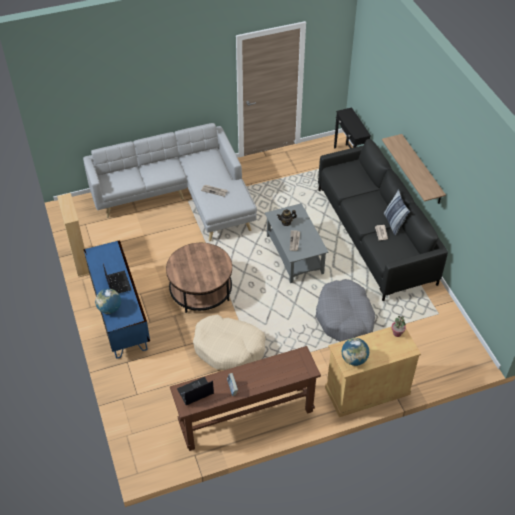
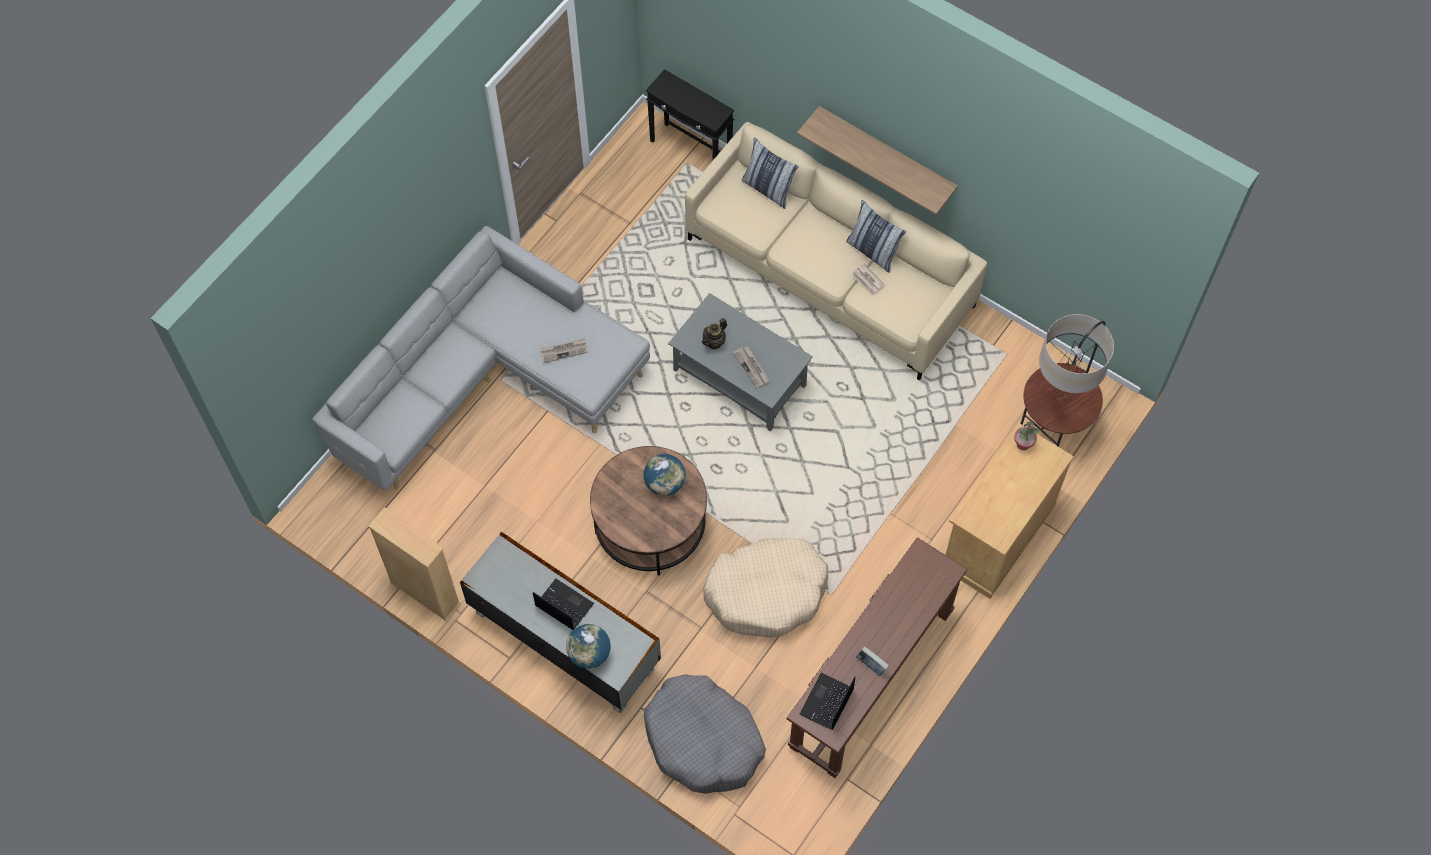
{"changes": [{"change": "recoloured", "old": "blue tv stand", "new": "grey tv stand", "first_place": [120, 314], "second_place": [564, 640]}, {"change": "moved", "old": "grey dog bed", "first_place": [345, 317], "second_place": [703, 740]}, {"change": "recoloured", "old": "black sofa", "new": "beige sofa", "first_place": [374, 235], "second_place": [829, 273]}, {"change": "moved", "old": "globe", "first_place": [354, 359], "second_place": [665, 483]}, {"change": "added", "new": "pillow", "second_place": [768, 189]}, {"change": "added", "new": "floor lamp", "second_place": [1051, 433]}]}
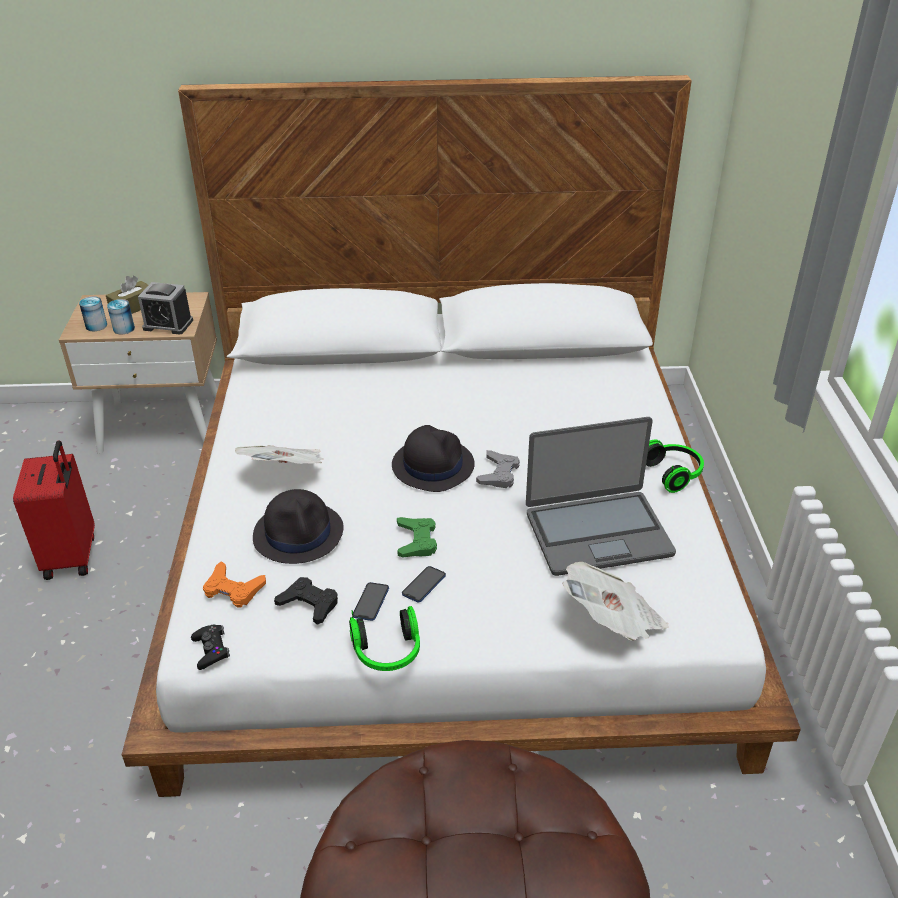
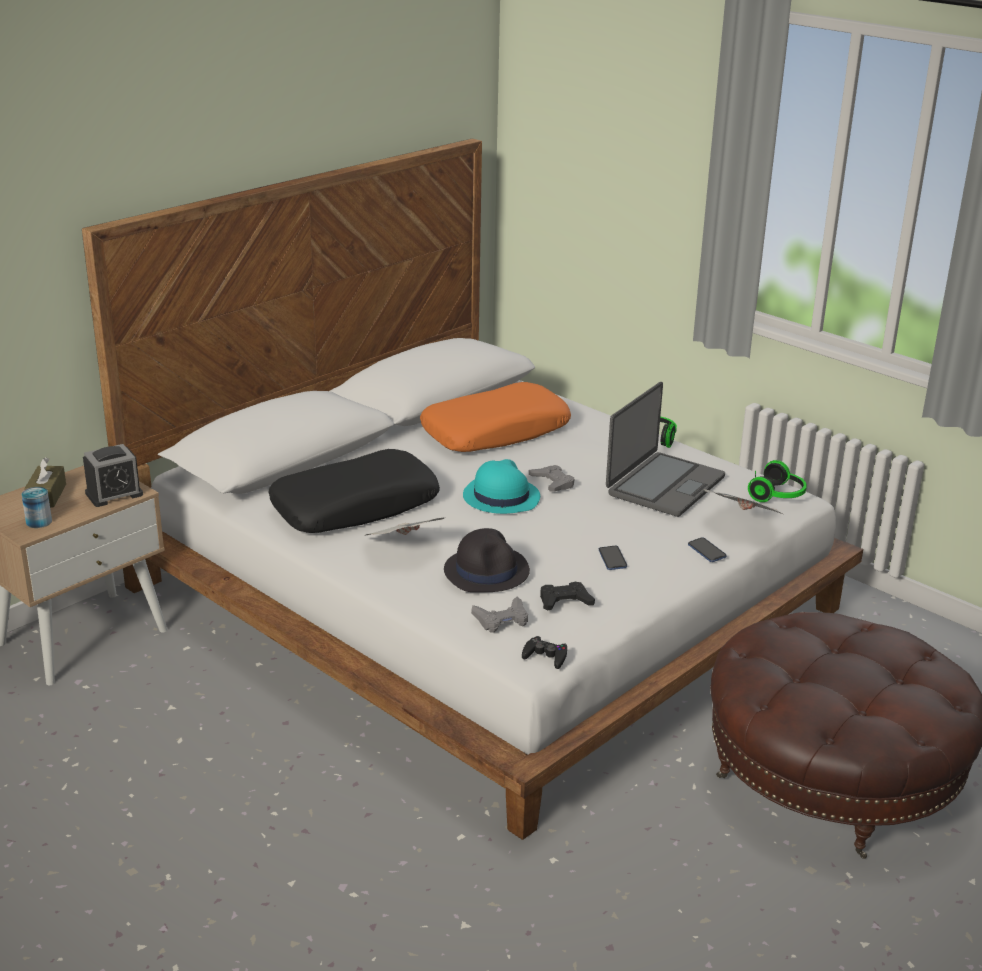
{"changes": [{"change": "removed", "old": "red suitcase", "first_place": [72, 556]}, {"change": "removed", "old": "can", "first_place": [124, 329]}, {"change": "recoloured", "old": "orange game controller", "new": "grey game controller", "first_place": [233, 589], "second_place": [501, 620]}, {"change": "moved", "old": "headphones", "first_place": [388, 653], "second_place": [779, 495]}, {"change": "moved", "old": "phone", "first_place": [371, 602], "second_place": [706, 551]}, {"change": "recoloured", "old": "black hat", "new": "turquoise hat", "first_place": [432, 465], "second_place": [500, 496]}, {"change": "removed", "old": "green game controller", "first_place": [416, 541]}, {"change": "added", "new": "black pillow", "second_place": [355, 507]}, {"change": "added", "new": "orange pillow", "second_place": [495, 432]}]}
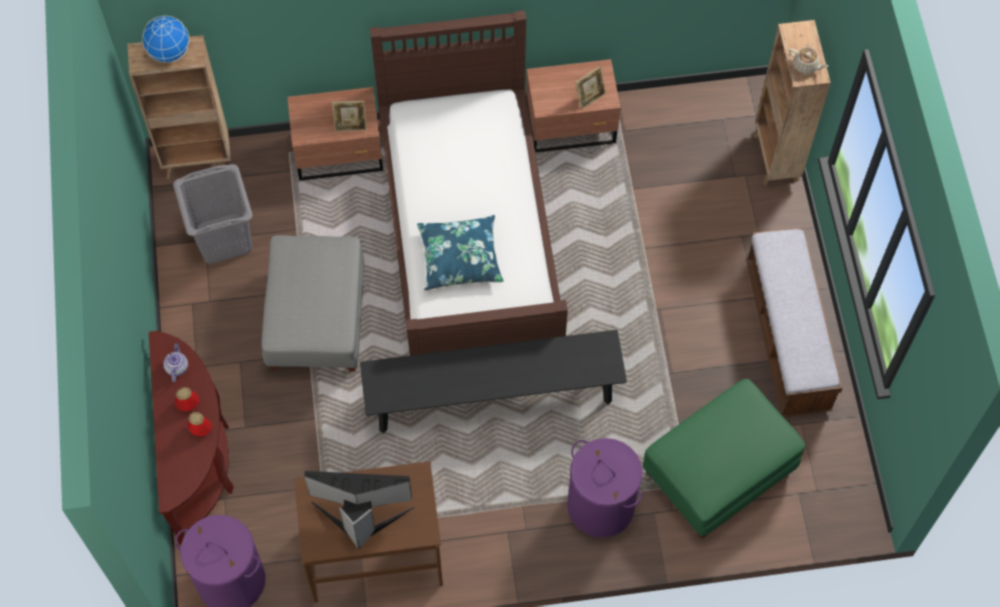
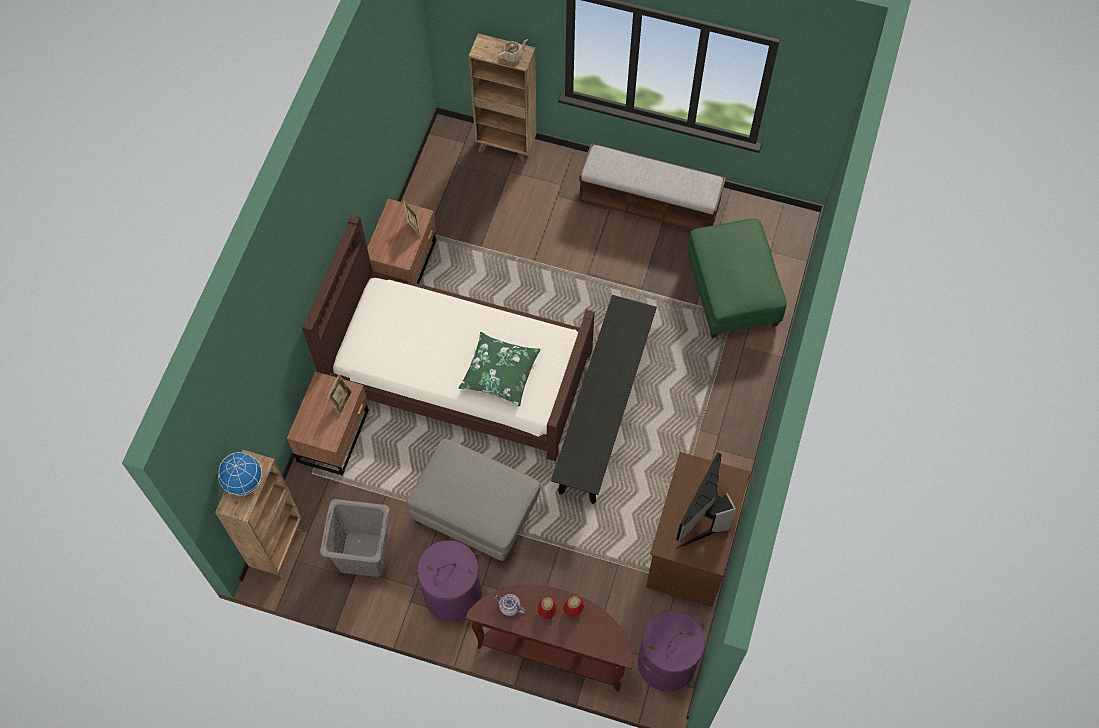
{"changes": [{"change": "recoloured", "old": "blue pillow", "new": "green pillow", "first_place": [460, 258], "second_place": [500, 373]}, {"change": "moved", "old": "purple laundry basket", "first_place": [601, 506], "second_place": [453, 594]}]}
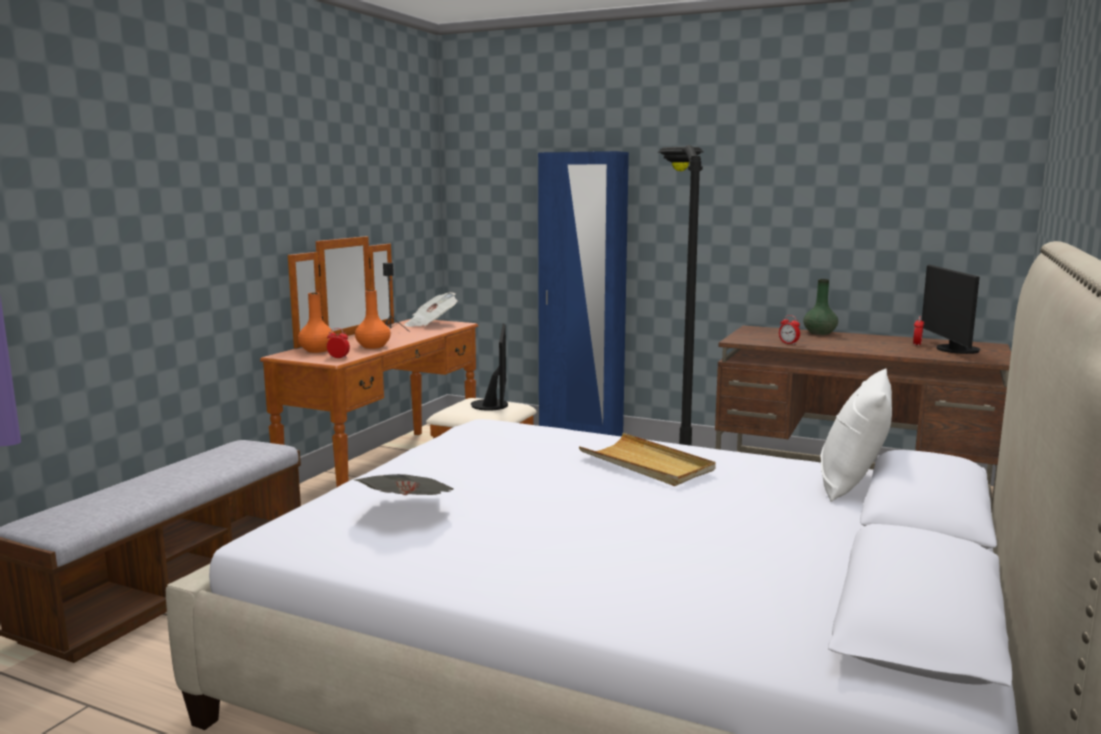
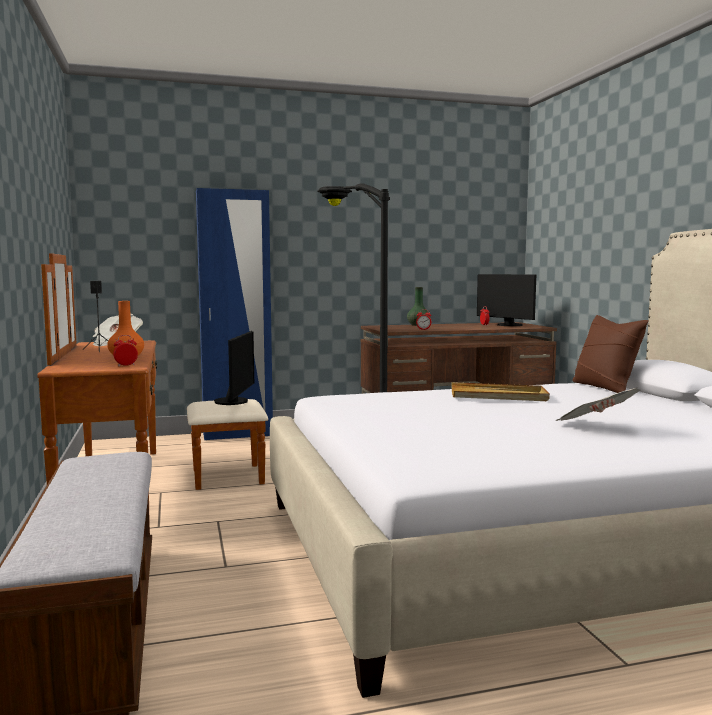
{"changes": [{"change": "removed", "old": "orange vase", "first_place": [317, 350]}, {"change": "moved", "old": "newspaper", "first_place": [408, 511], "second_place": [595, 426]}, {"change": "turned", "old": "monitor", "first_place": [494, 405], "second_place": [235, 401], "degrees": 45}, {"change": "recoloured", "old": "white pillow", "new": "brown pillow", "first_place": [851, 484], "second_place": [605, 387]}]}
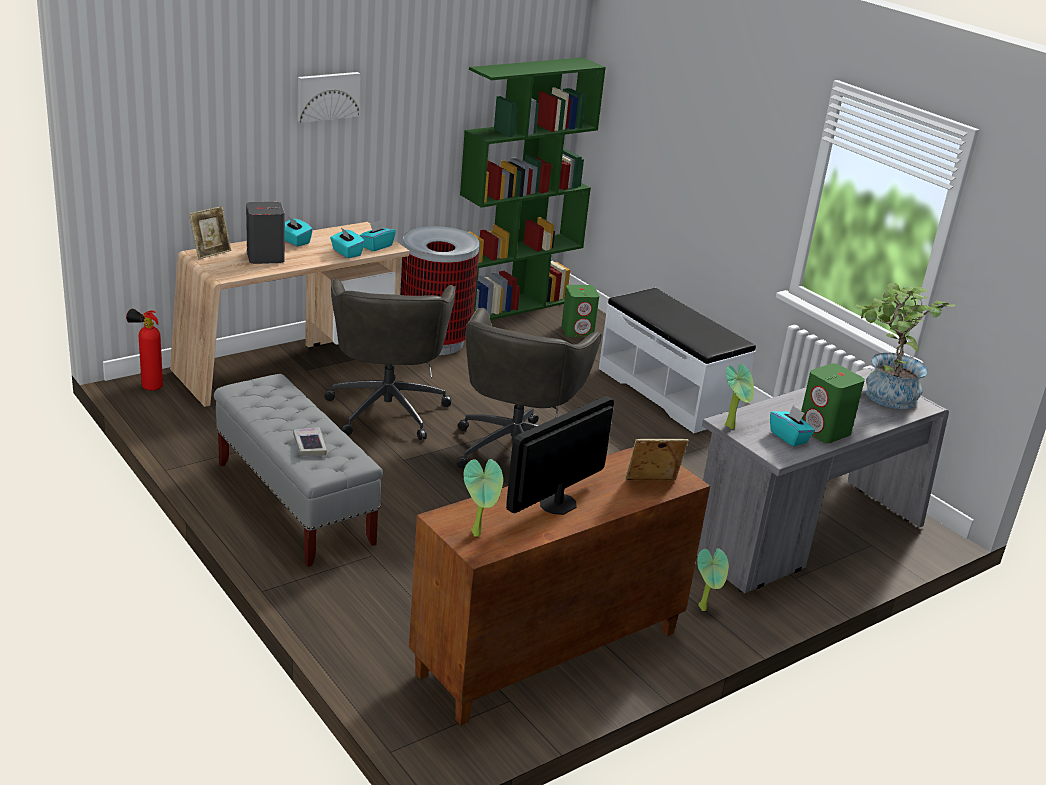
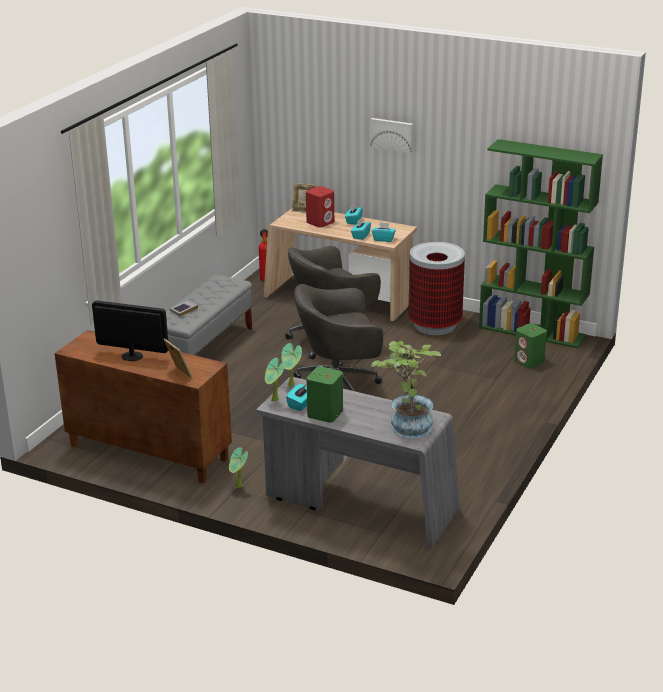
{"changes": [{"change": "recoloured", "old": "grey speaker", "new": "red speaker", "first_place": [265, 257], "second_place": [320, 222]}, {"change": "moved", "old": "potted plant", "first_place": [479, 533], "second_place": [274, 401]}, {"change": "removed", "old": "white bench", "first_place": [669, 392]}]}
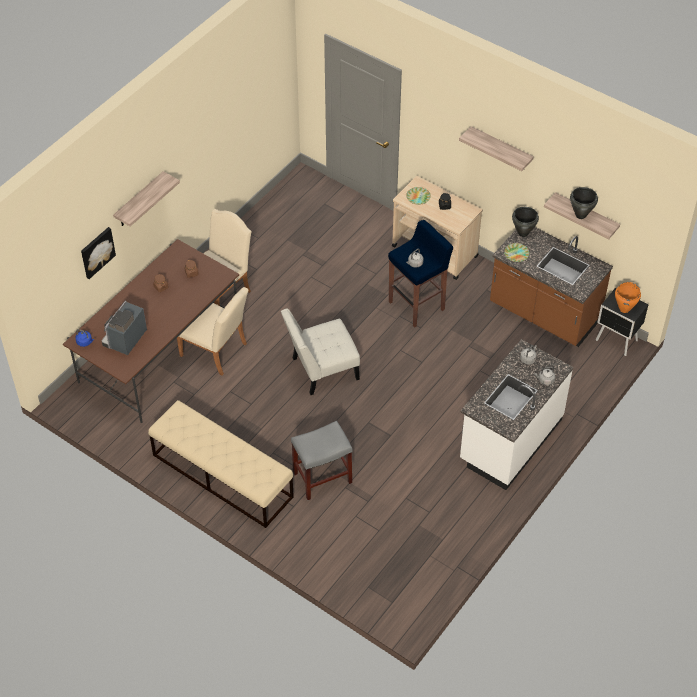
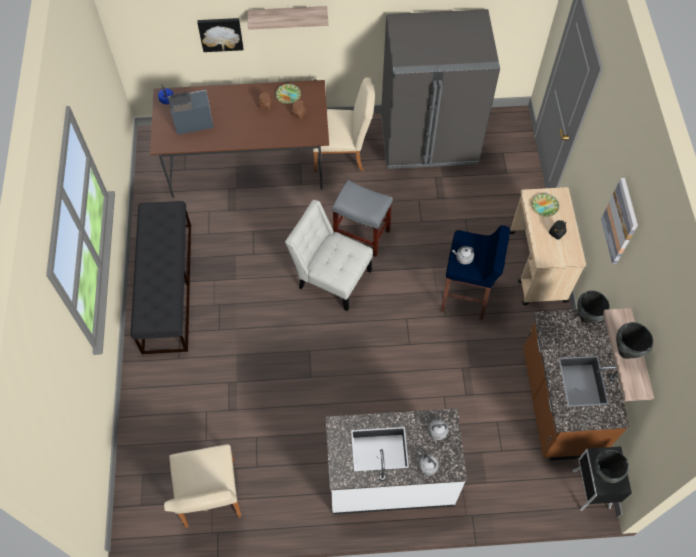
{"changes": [{"change": "recoloured", "old": "beige bench", "new": "black bench", "first_place": [222, 476], "second_place": [167, 286]}, {"change": "moved", "old": "beige chair", "first_place": [217, 352], "second_place": [210, 498]}, {"change": "moved", "old": "grey stool", "first_place": [323, 477], "second_place": [362, 235]}, {"change": "replaced", "old": "shelf", "new": "picture", "first_place": [501, 149], "second_place": [620, 221]}, {"change": "moved", "old": "plate", "first_place": [516, 254], "second_place": [288, 95]}, {"change": "recoloured", "old": "orange cooking pot", "new": "black cooking pot", "first_place": [624, 309], "second_place": [602, 474]}, {"change": "added", "new": "grey fridge", "second_place": [429, 141]}]}
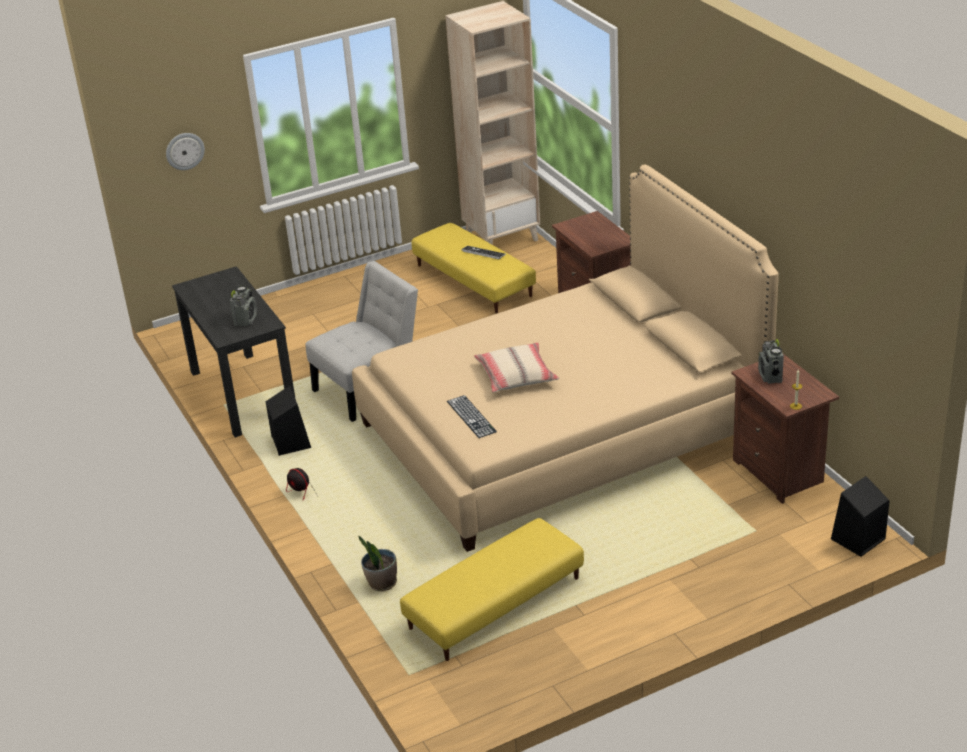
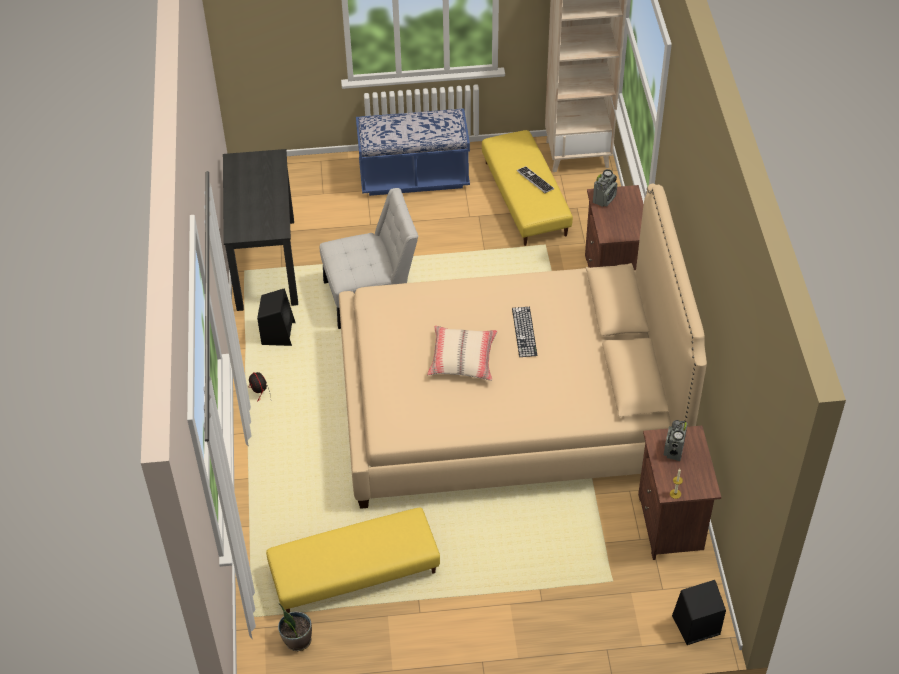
{"changes": [{"change": "removed", "old": "wall clock", "first_place": [184, 151]}, {"change": "moved", "old": "radio", "first_place": [246, 320], "second_place": [604, 199]}, {"change": "moved", "old": "potted plant", "first_place": [381, 583], "second_place": [297, 640]}, {"change": "moved", "old": "keyboard", "first_place": [471, 416], "second_place": [524, 332]}, {"change": "added", "new": "blue bench", "second_place": [414, 177]}]}
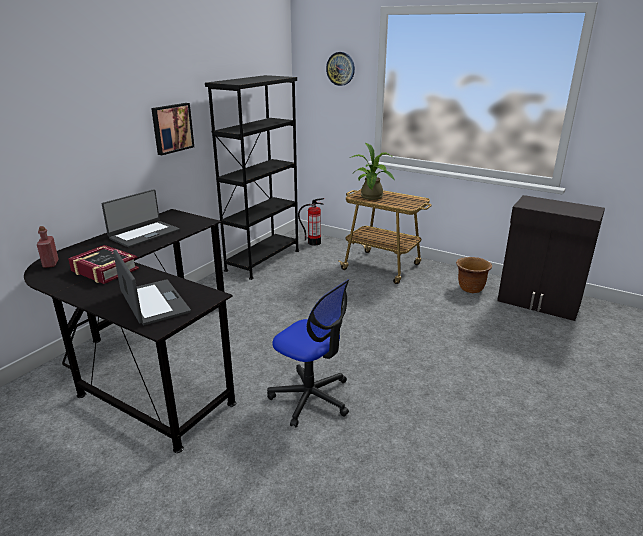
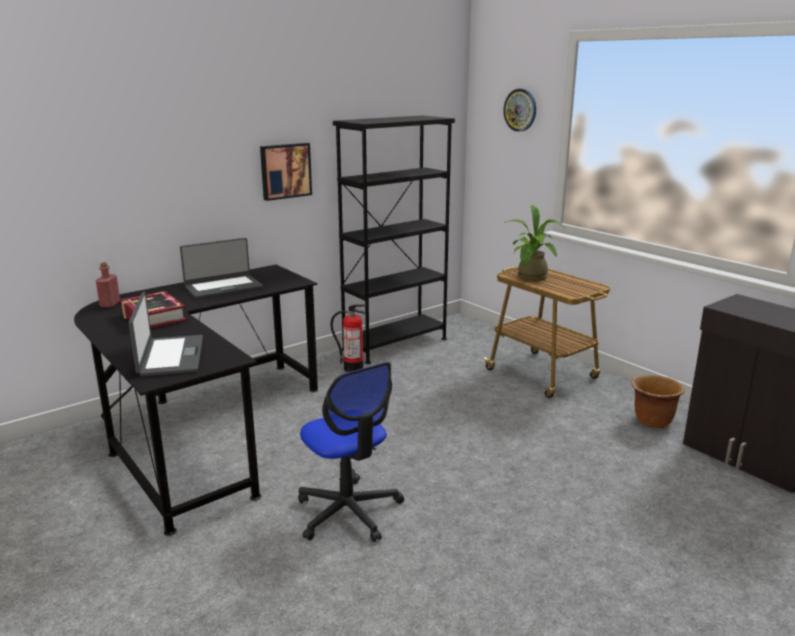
{"changes": [{"change": "moved", "old": "fire extinguisher", "first_place": [314, 242], "second_place": [353, 368]}]}
